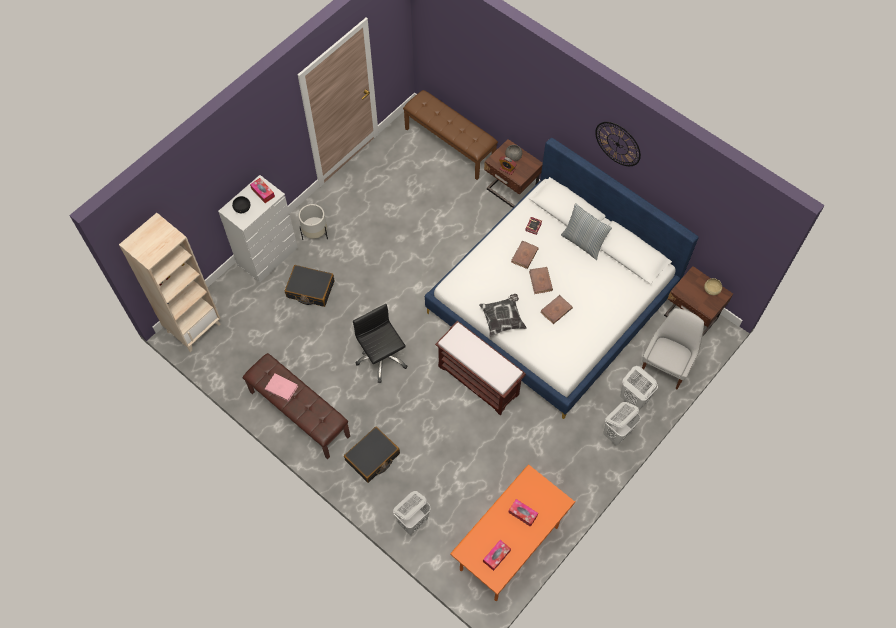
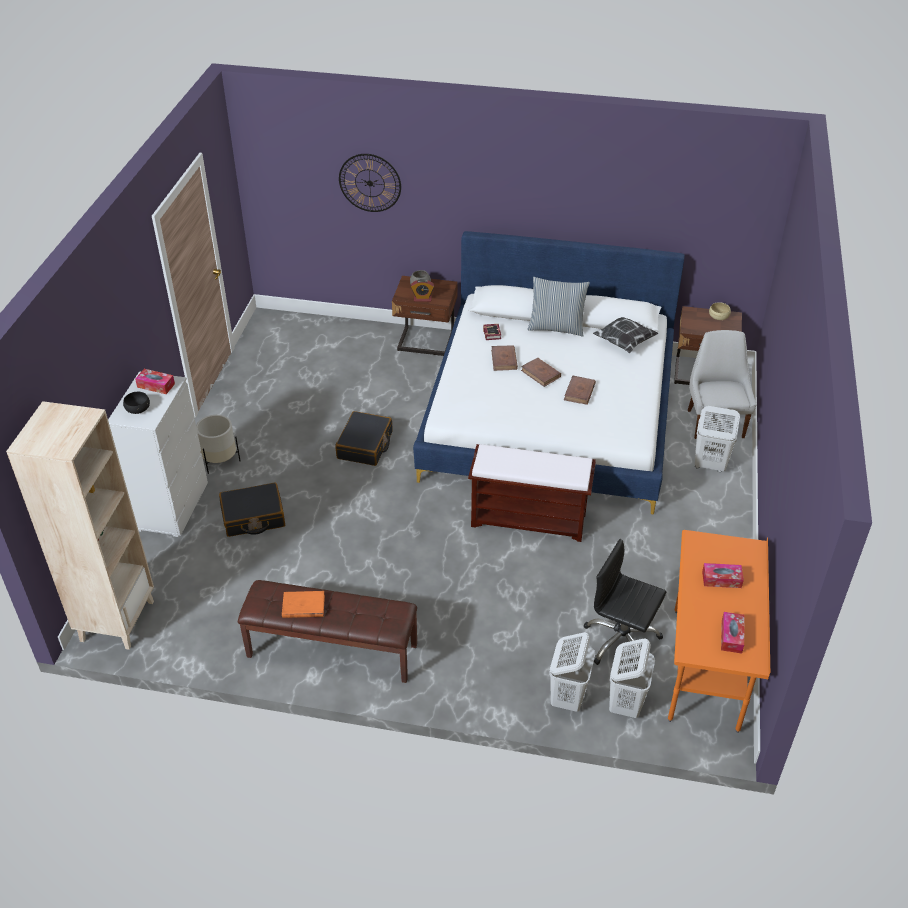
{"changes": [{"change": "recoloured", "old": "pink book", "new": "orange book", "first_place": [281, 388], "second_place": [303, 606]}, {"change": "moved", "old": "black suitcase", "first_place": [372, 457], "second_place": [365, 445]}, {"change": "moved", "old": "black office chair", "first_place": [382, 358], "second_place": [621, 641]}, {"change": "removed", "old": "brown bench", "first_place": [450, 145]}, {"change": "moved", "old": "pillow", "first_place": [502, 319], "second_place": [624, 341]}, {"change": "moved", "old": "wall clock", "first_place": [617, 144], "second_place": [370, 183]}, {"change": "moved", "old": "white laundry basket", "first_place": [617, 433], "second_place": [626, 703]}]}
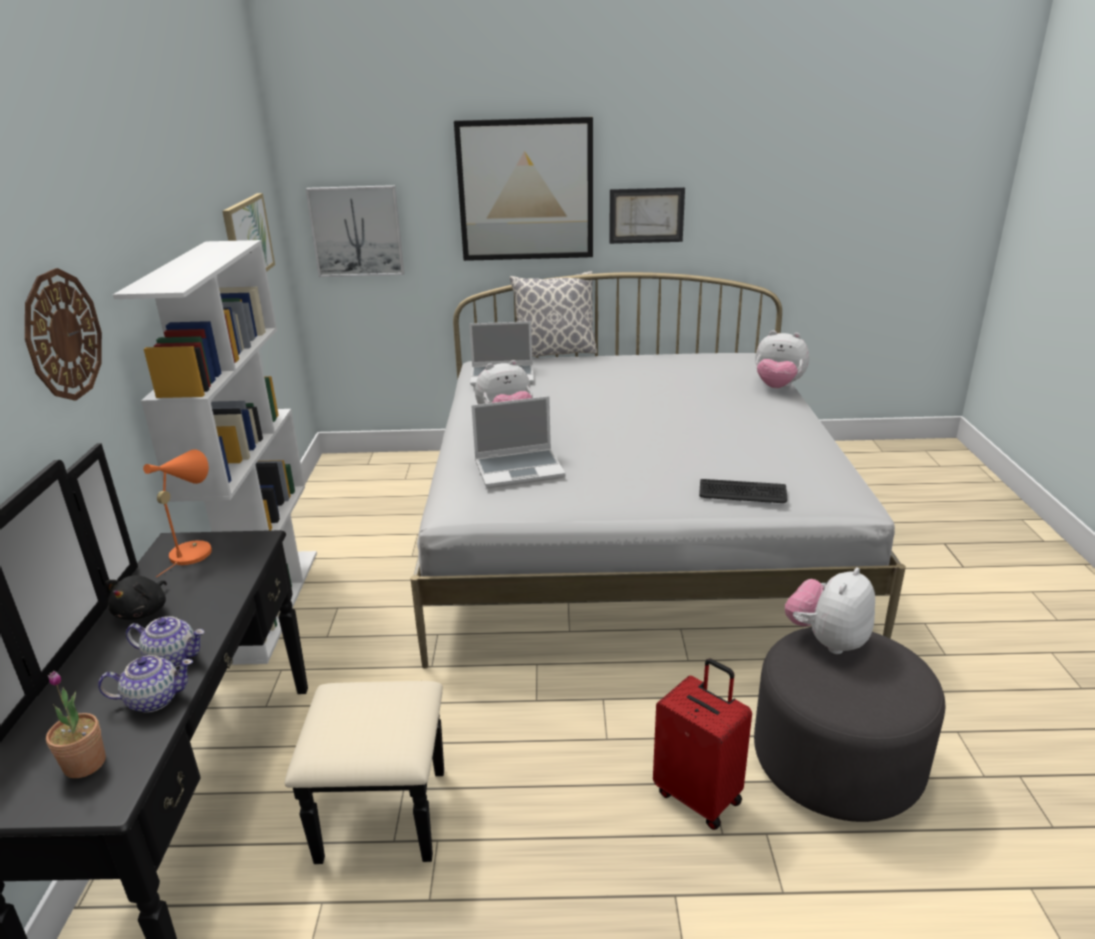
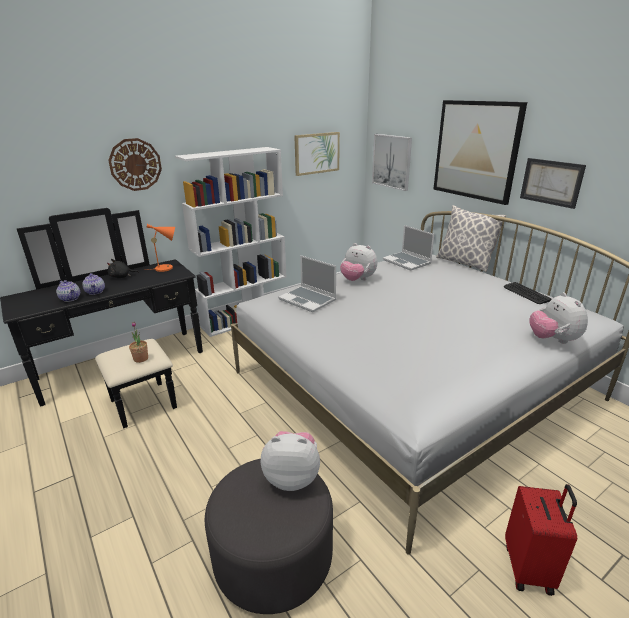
{"changes": [{"change": "moved", "old": "potted plant", "first_place": [85, 764], "second_place": [141, 359]}, {"change": "moved", "old": "red suitcase", "first_place": [699, 795], "second_place": [529, 568]}, {"change": "moved", "old": "keyboard", "first_place": [742, 493], "second_place": [526, 293]}]}
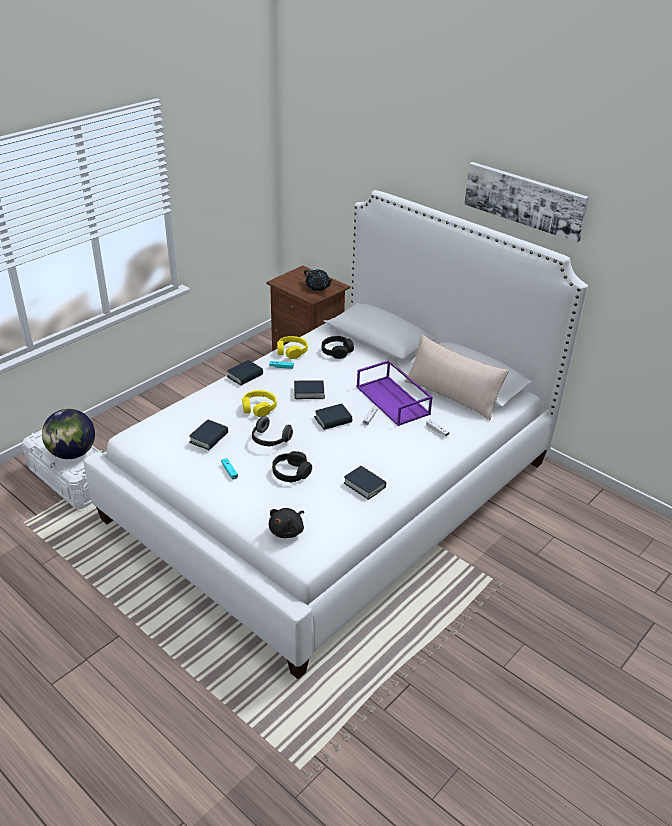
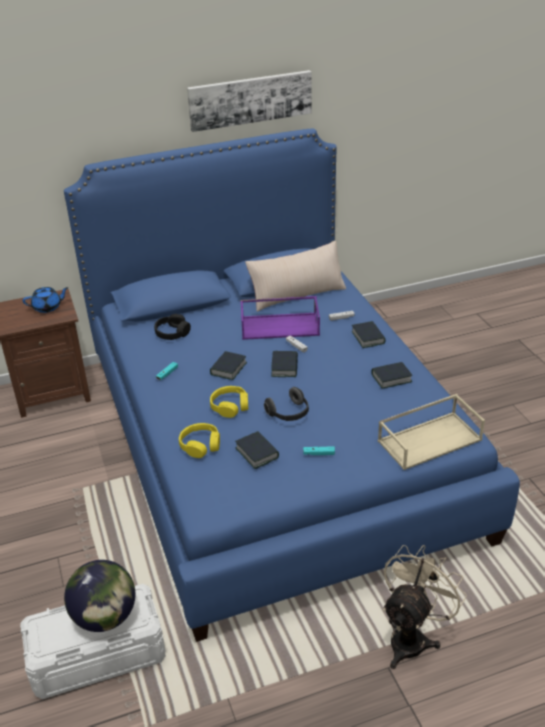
{"changes": [{"change": "recoloured", "old": "white bed", "new": "blue bed", "first_place": [333, 489], "second_place": [274, 444]}, {"change": "moved", "old": "book", "first_place": [245, 376], "second_place": [368, 337]}, {"change": "replaced", "old": "black plush toy", "new": "beige tray", "first_place": [287, 531], "second_place": [430, 439]}, {"change": "removed", "old": "black headphones", "first_place": [291, 472]}, {"change": "moved", "old": "yellow headphones", "first_place": [291, 351], "second_place": [200, 445]}, {"change": "recoloured", "old": "black teapot", "new": "blue teapot", "first_place": [318, 287], "second_place": [48, 307]}, {"change": "added", "new": "beige fan", "second_place": [412, 637]}]}
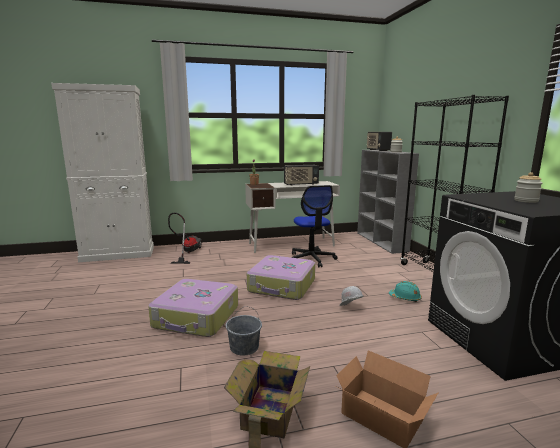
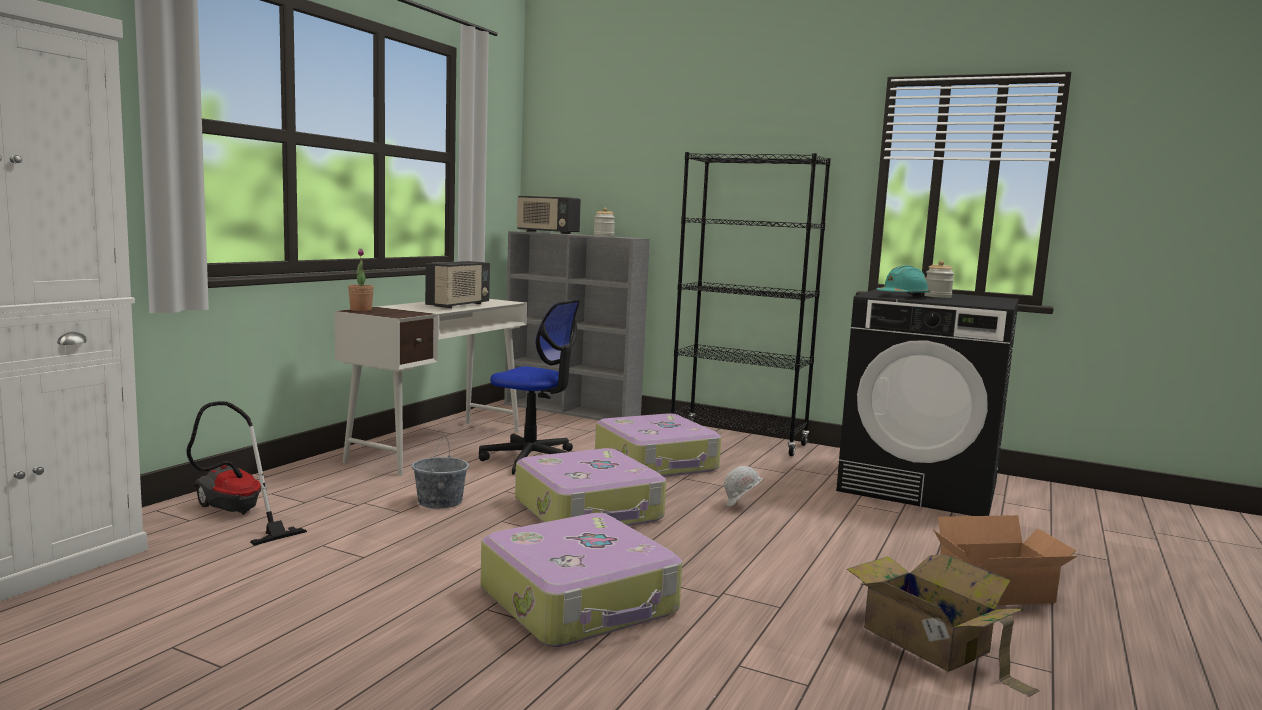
{"changes": [{"change": "moved", "old": "grey bucket", "first_place": [244, 347], "second_place": [440, 501]}, {"change": "moved", "old": "turquoise hard hat", "first_place": [405, 298], "second_place": [903, 296]}, {"change": "added", "new": "suitcase", "second_place": [657, 463]}]}
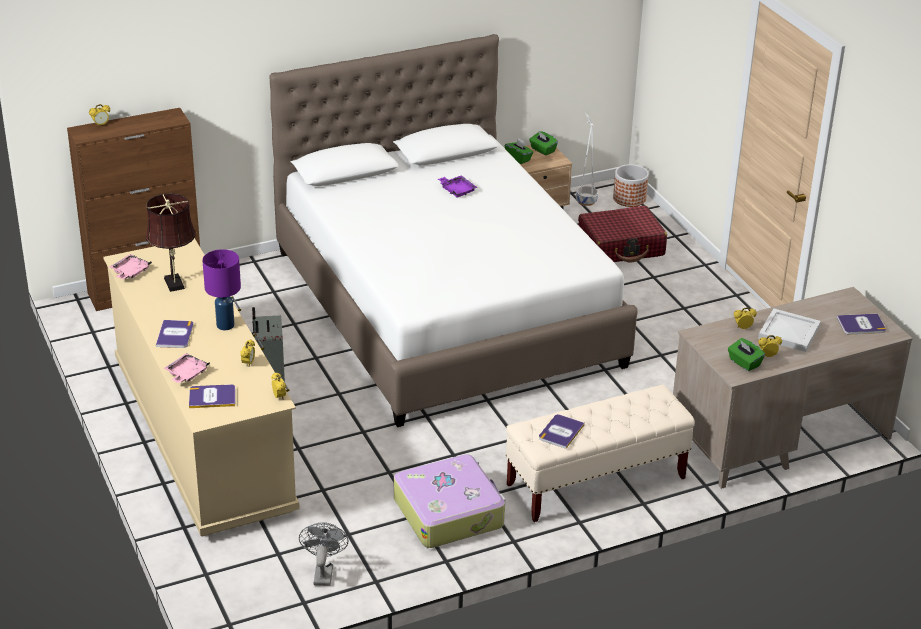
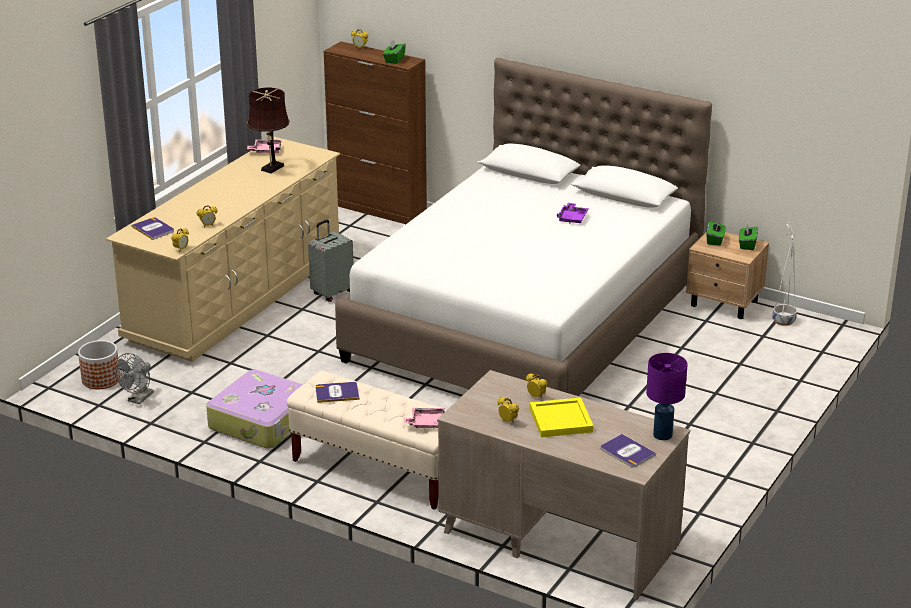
{"changes": [{"change": "removed", "old": "book", "first_place": [175, 335]}, {"change": "moved", "old": "pink tray", "first_place": [186, 374], "second_place": [426, 423]}, {"change": "moved", "old": "purple table lamp", "first_place": [225, 325], "second_place": [662, 435]}, {"change": "turned", "old": "grey fan", "first_place": [323, 572], "second_place": [138, 399], "degrees": 150}, {"change": "removed", "old": "red suitcase", "first_place": [621, 246]}, {"change": "moved", "old": "planter", "first_place": [629, 199], "second_place": [100, 380]}, {"change": "moved", "old": "green tissue box", "first_place": [744, 363], "second_place": [394, 60]}, {"change": "recoloured", "old": "white tray", "new": "yellow tray", "first_place": [788, 333], "second_place": [560, 419]}]}
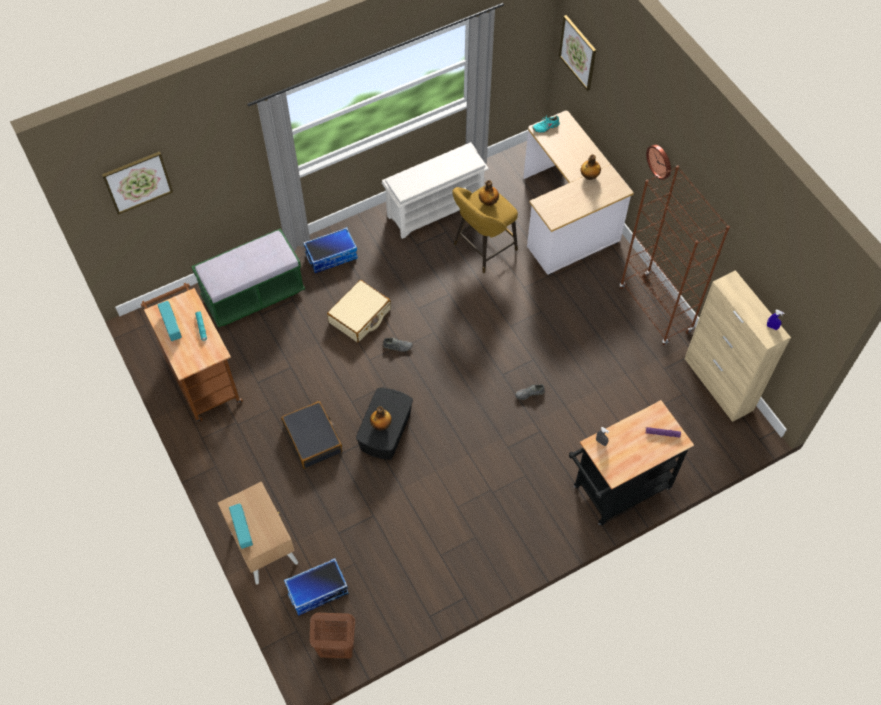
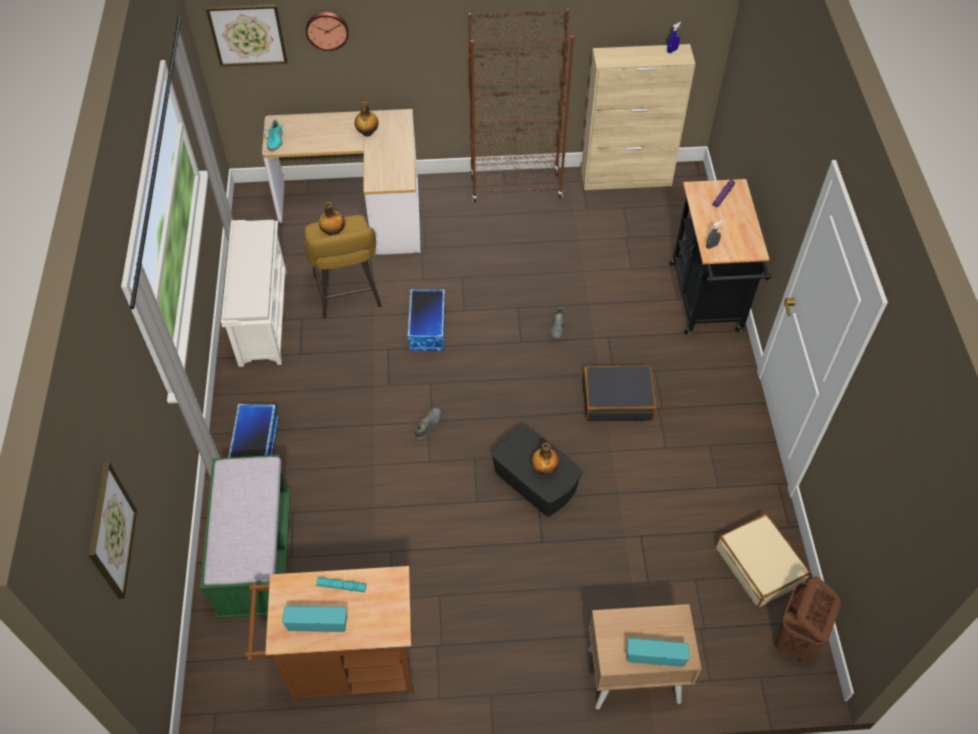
{"changes": [{"change": "moved", "old": "black suitcase", "first_place": [313, 439], "second_place": [617, 399]}, {"change": "moved", "old": "storage box", "first_place": [317, 592], "second_place": [428, 329]}, {"change": "moved", "old": "beige suitcase", "first_place": [360, 316], "second_place": [759, 565]}, {"change": "moved", "old": "wall clock", "first_place": [660, 161], "second_place": [327, 29]}]}
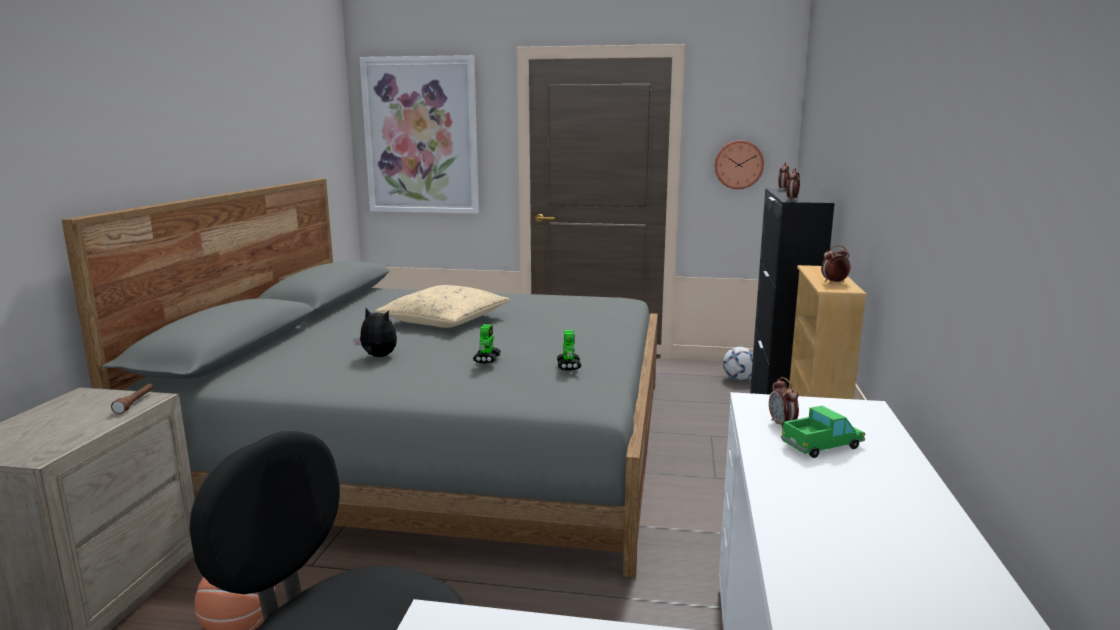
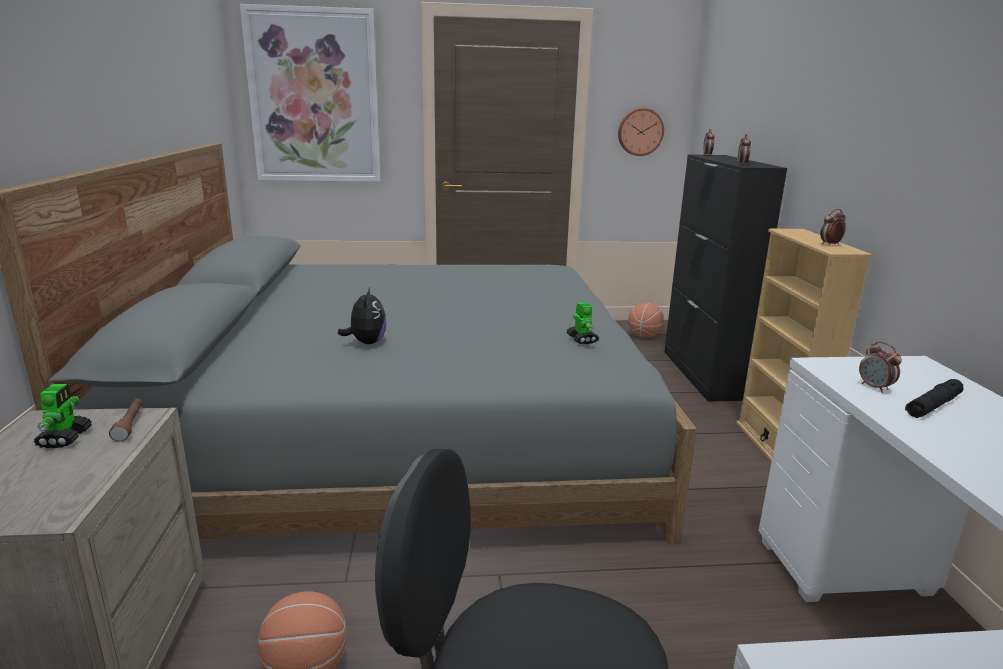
{"changes": [{"change": "turned", "old": "plush toy", "first_place": [377, 357], "second_place": [366, 342], "degrees": 75}, {"change": "removed", "old": "beige pillow", "first_place": [444, 320]}, {"change": "moved", "old": "toy robot", "first_place": [487, 359], "second_place": [65, 438]}, {"change": "replaced", "old": "football", "new": "basketball", "first_place": [738, 379], "second_place": [644, 336]}, {"change": "replaced", "old": "toy truck", "new": "black flashlight", "first_place": [822, 445], "second_place": [933, 406]}]}
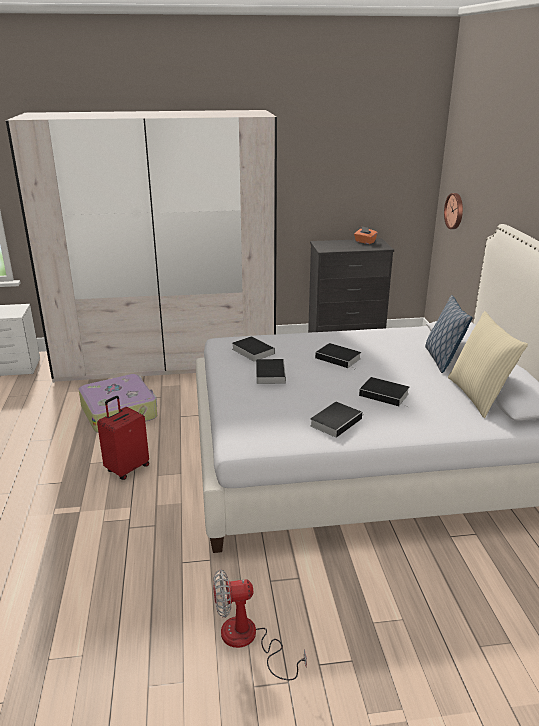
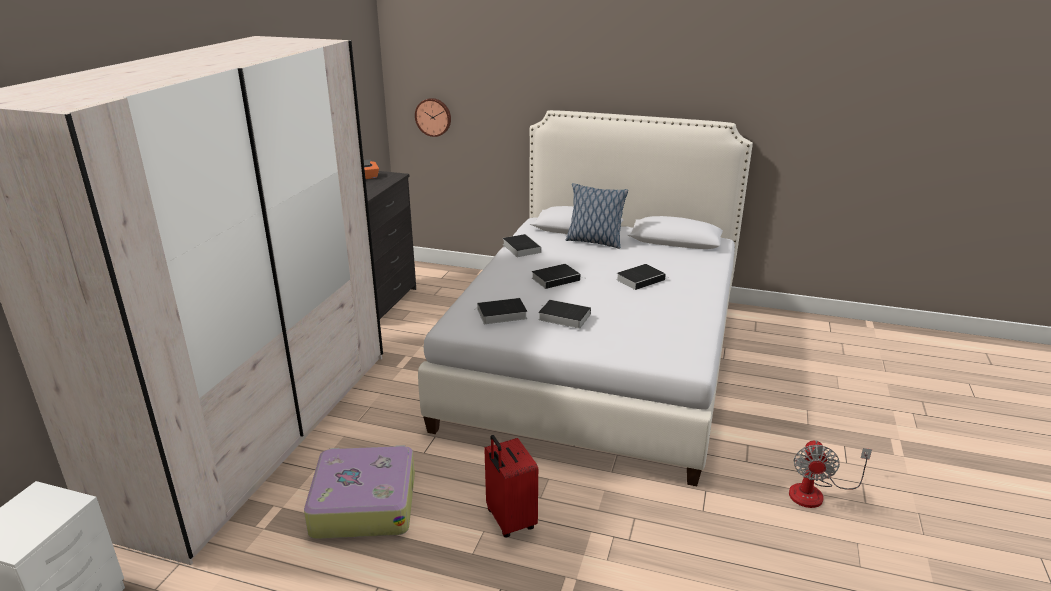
{"changes": [{"change": "moved", "old": "book", "first_place": [336, 421], "second_place": [520, 248]}, {"change": "removed", "old": "beige pillow", "first_place": [478, 396]}]}
